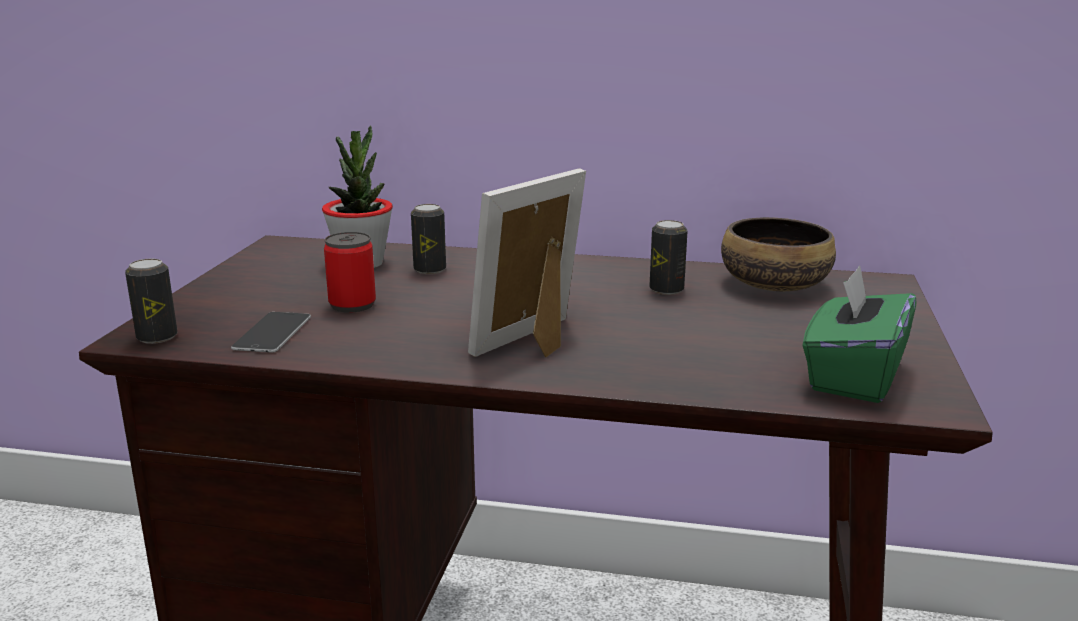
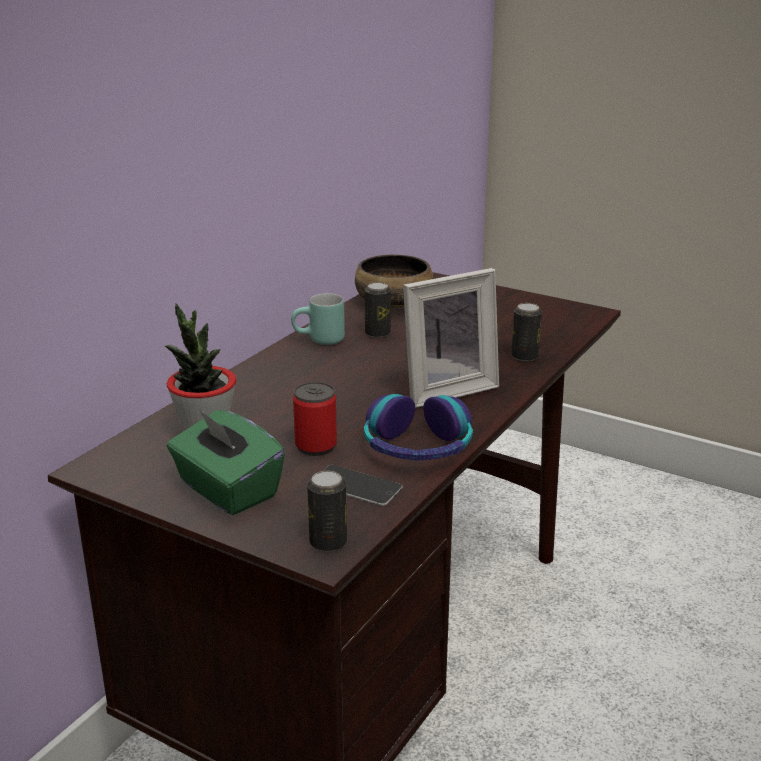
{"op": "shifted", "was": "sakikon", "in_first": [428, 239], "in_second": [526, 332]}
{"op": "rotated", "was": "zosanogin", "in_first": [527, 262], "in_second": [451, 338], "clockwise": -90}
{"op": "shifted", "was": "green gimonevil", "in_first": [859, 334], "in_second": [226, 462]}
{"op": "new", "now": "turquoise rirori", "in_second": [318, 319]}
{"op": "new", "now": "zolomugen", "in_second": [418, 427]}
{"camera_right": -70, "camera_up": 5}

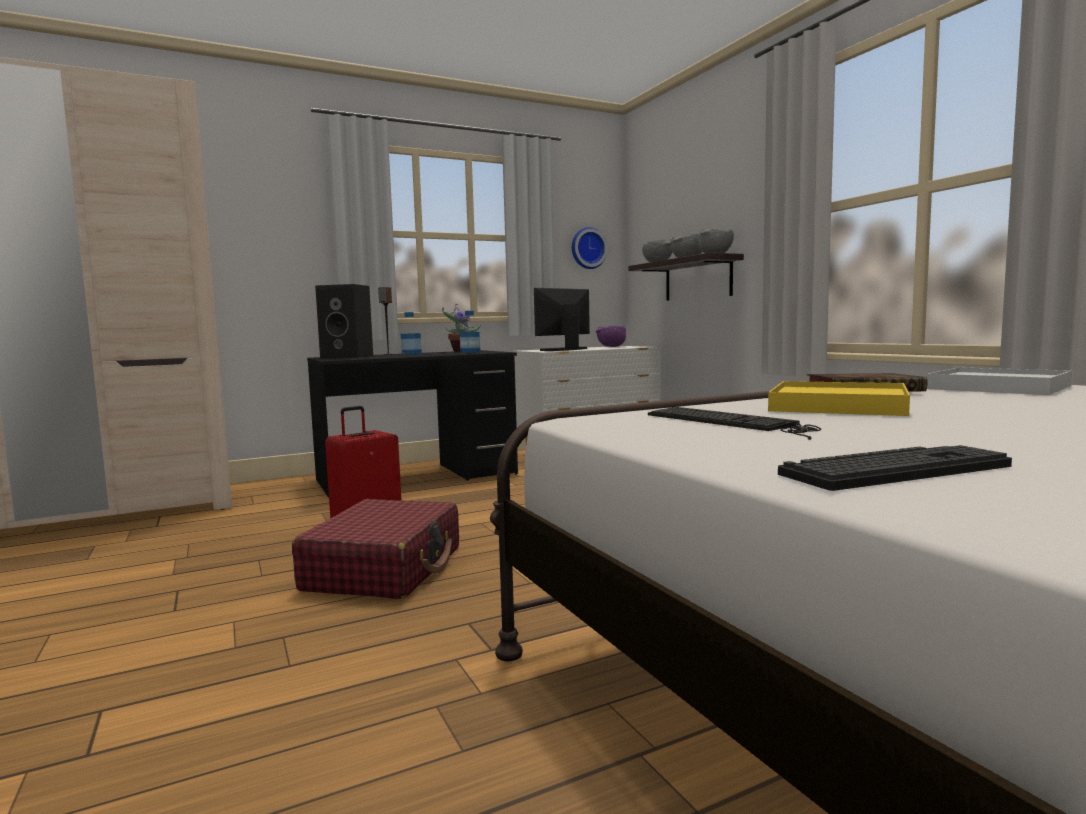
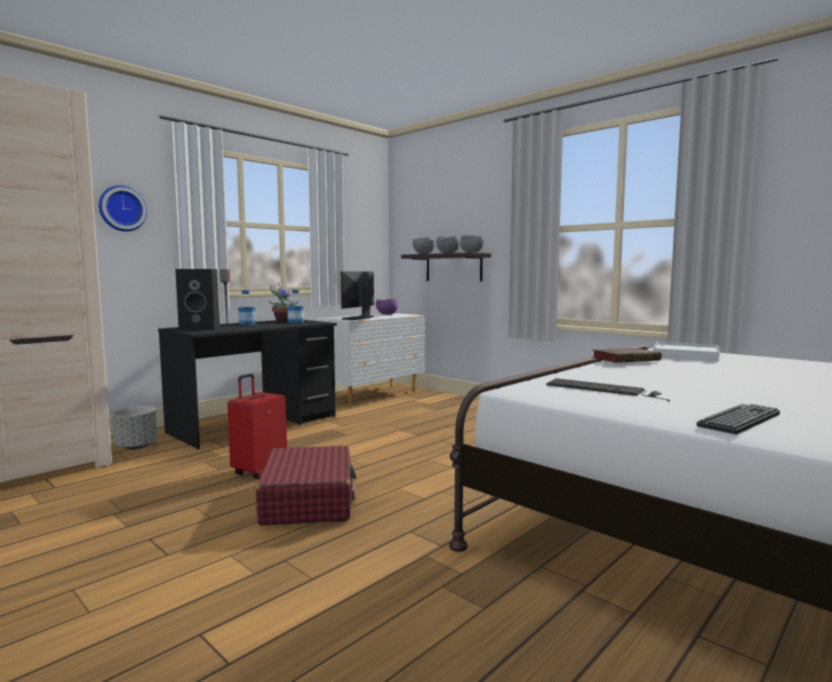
{"op": "shifted", "was": "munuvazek", "in_first": [590, 248], "in_second": [123, 208]}
{"op": "gone", "was": "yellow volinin", "in_first": [839, 398]}
{"op": "new", "now": "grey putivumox", "in_second": [135, 428]}
{"camera_right": -20, "camera_up": 0}

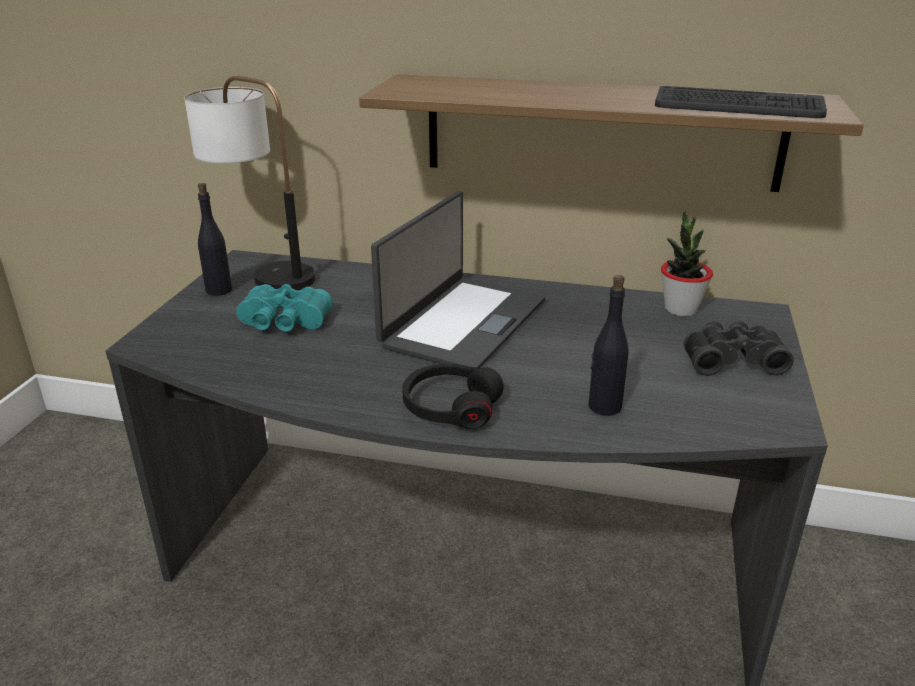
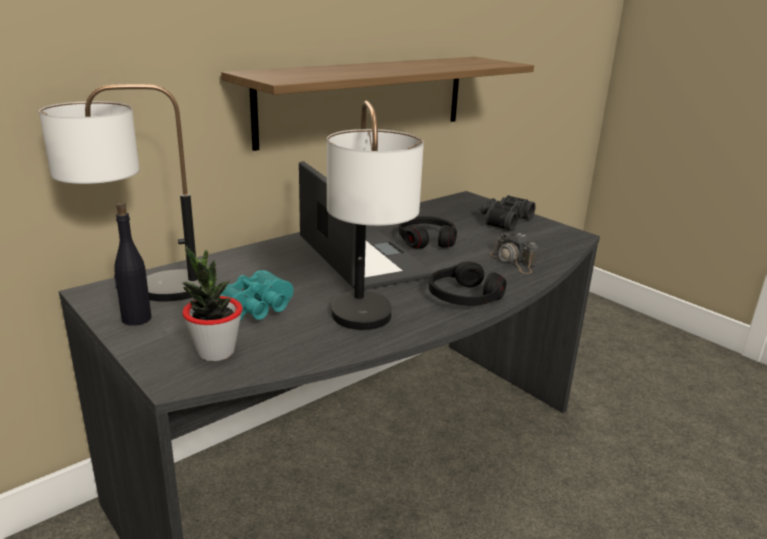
{"op": "swapped", "was": "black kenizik", "now": "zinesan", "in_first": [609, 345], "in_second": [514, 253]}
{"op": "gone", "was": "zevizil", "in_first": [741, 102]}
{"op": "shifted", "was": "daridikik", "in_first": [687, 263], "in_second": [212, 303]}
{"op": "new", "now": "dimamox", "in_second": [375, 215]}
{"op": "new", "now": "black zolomugen", "in_second": [428, 232]}
{"camera_right": -55, "camera_up": -5}

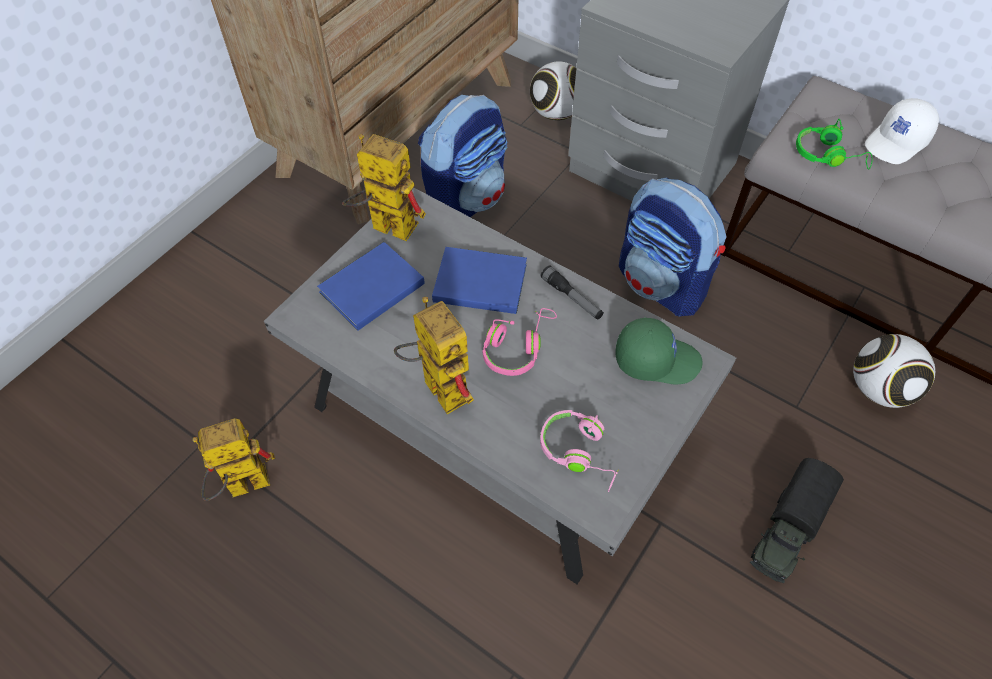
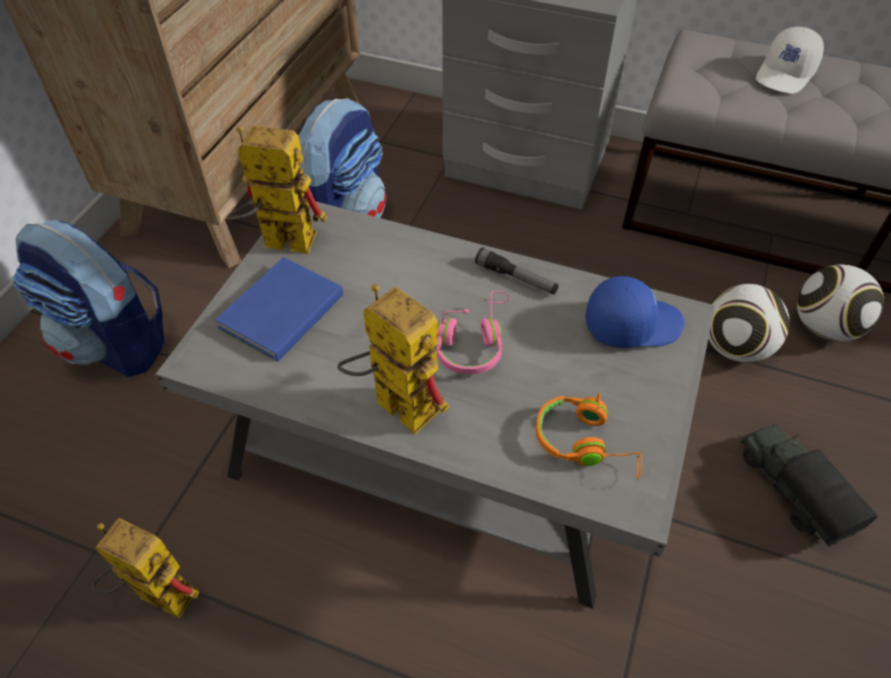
{"op": "rotated", "was": "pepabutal", "in_first": [234, 459], "in_second": [145, 568], "clockwise": 60}
{"op": "gone", "was": "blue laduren", "in_first": [479, 280]}
{"op": "shifted", "was": "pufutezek", "in_first": [553, 91], "in_second": [749, 323]}
{"op": "repainted", "was": "pink zolomugen", "now": "orange zolomugen", "in_first": [579, 451], "in_second": [589, 435]}
{"op": "repainted", "was": "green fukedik", "now": "blue fukedik", "in_first": [658, 351], "in_second": [635, 312]}
{"op": "shifted", "was": "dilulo", "in_first": [672, 247], "in_second": [89, 298]}
{"op": "rotated", "was": "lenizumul", "in_first": [797, 520], "in_second": [809, 485], "clockwise": 135}
{"op": "gone", "was": "green zolomugen", "in_first": [834, 144]}
{"camera_right": -15, "camera_up": -5}

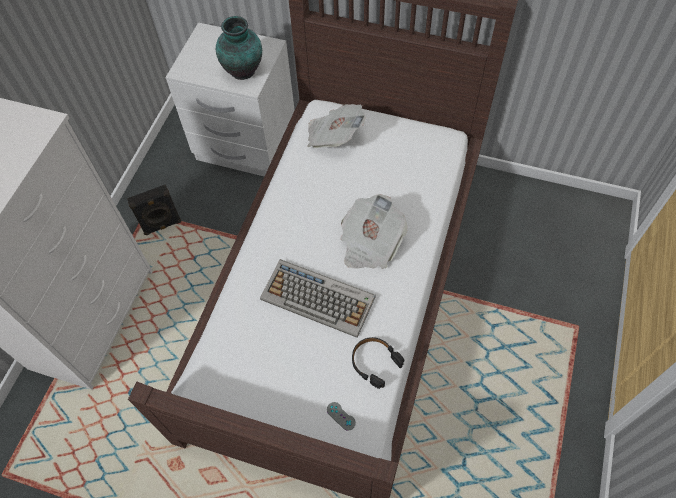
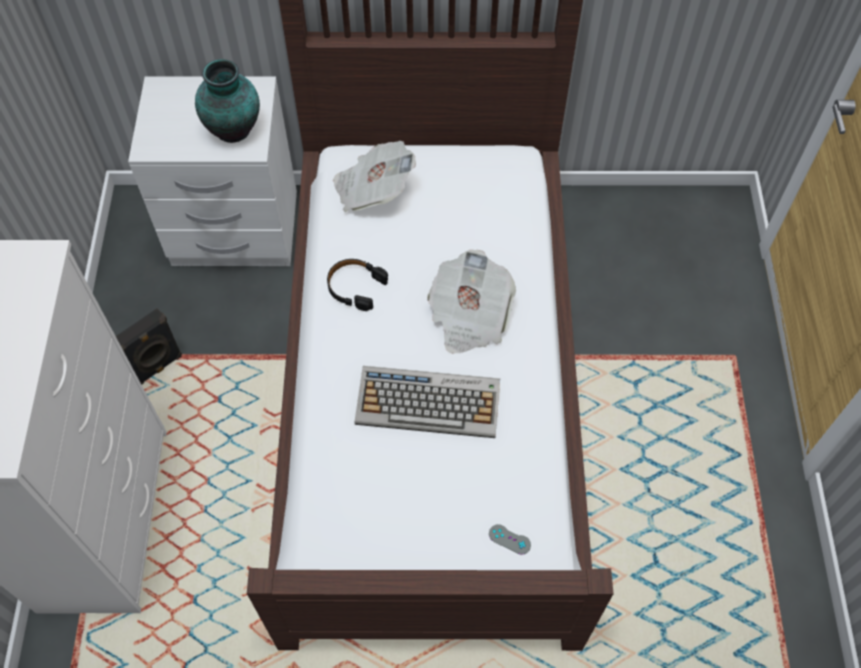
{"op": "shifted", "was": "black zolomugen", "in_first": [378, 363], "in_second": [357, 285]}
{"camera_right": -20, "camera_up": 0}

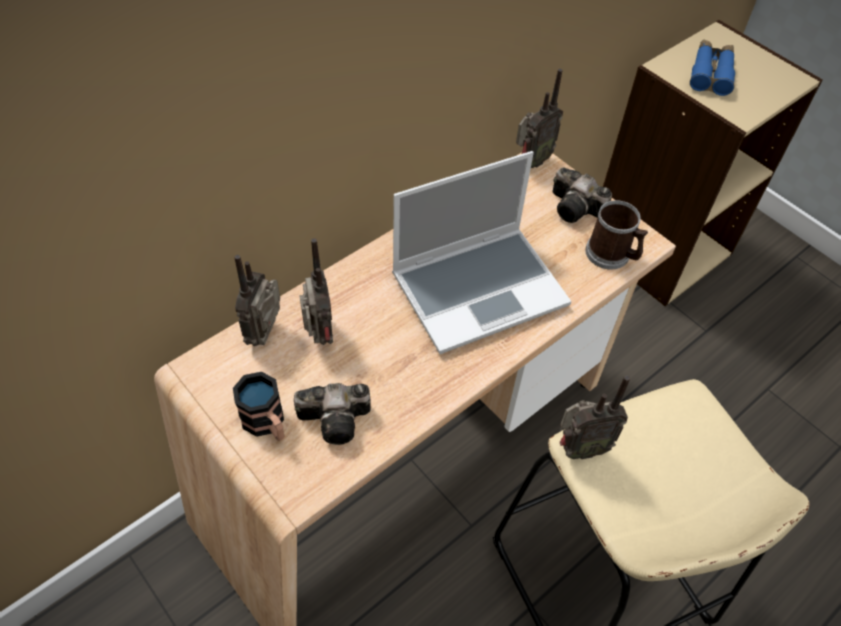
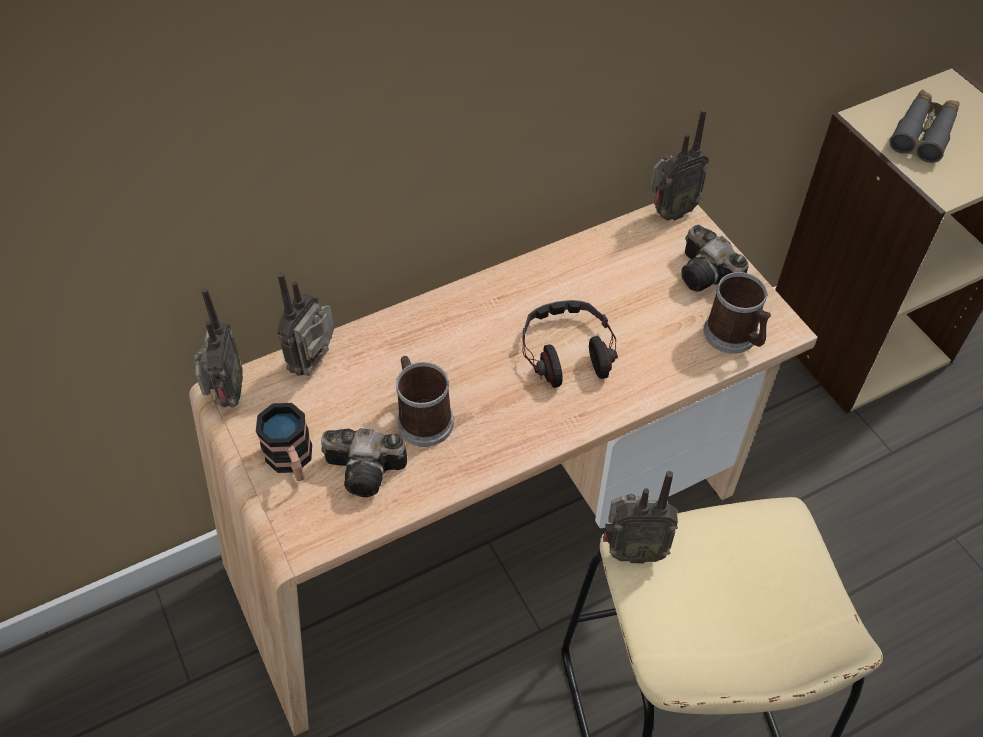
{"op": "shifted", "was": "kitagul", "in_first": [316, 291], "in_second": [218, 348]}
{"op": "swapped", "was": "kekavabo", "now": "zolomugen", "in_first": [482, 252], "in_second": [570, 344]}
{"op": "repainted", "was": "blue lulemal", "now": "grey lulemal", "in_first": [712, 67], "in_second": [924, 126]}
{"op": "new", "now": "rirori", "in_second": [425, 401]}
{"camera_right": 15, "camera_up": 0}

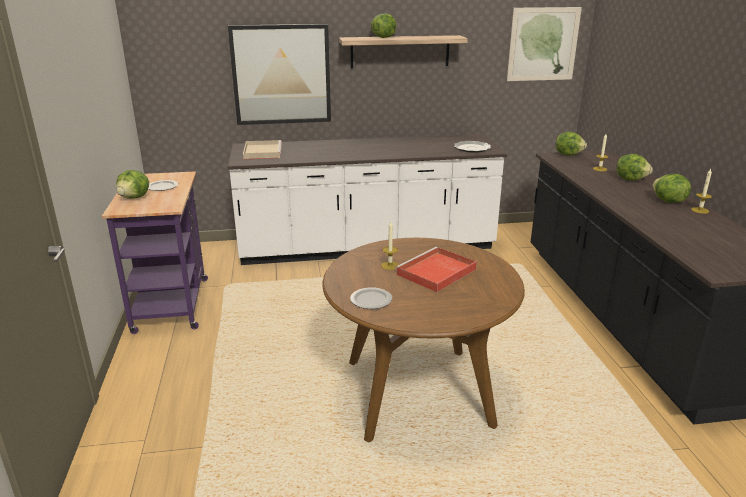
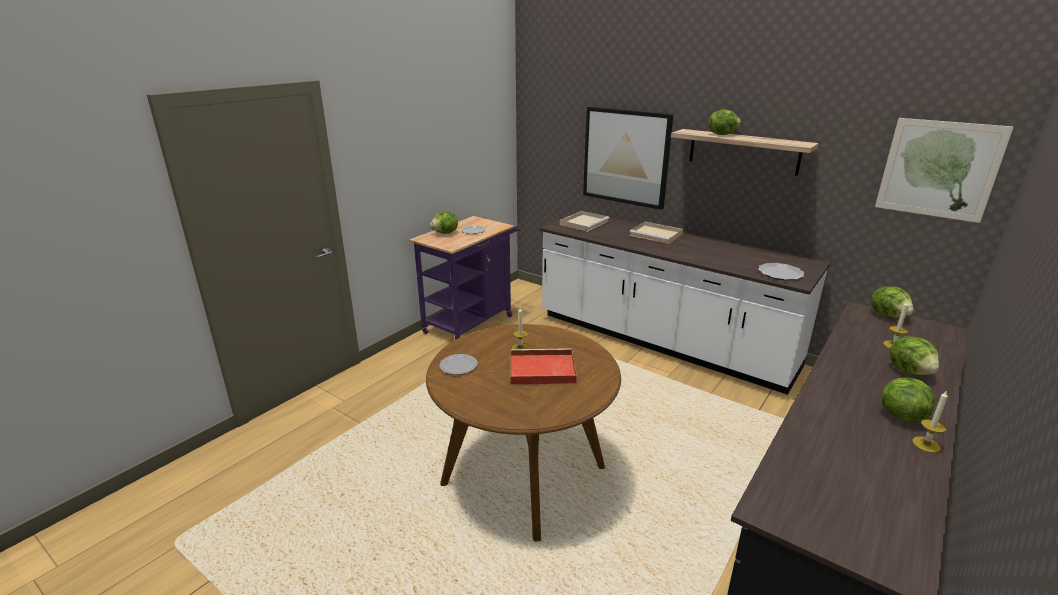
{"op": "new", "now": "beige volinin", "in_second": [656, 233]}
{"camera_right": 45, "camera_up": 0}

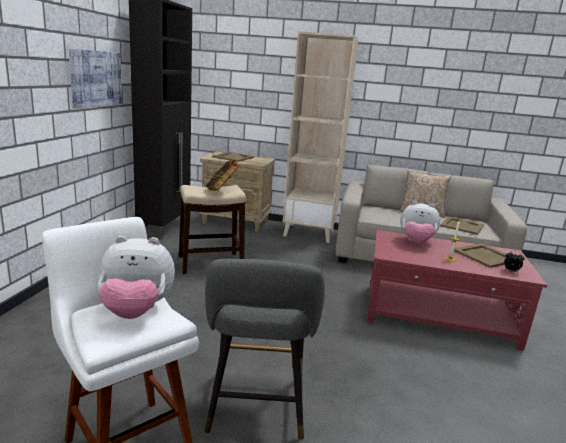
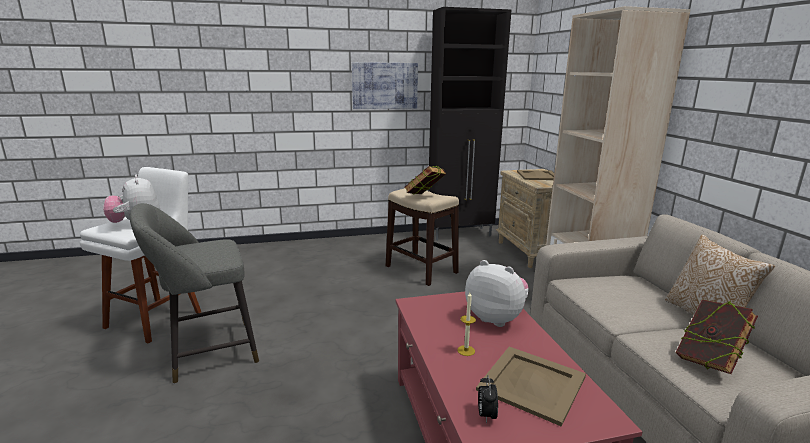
{"op": "rotated", "was": "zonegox", "in_first": [420, 222], "in_second": [497, 293], "clockwise": 135}
{"op": "swapped", "was": "beige volinin", "now": "laduren", "in_first": [462, 225], "in_second": [717, 337]}
{"camera_right": 65, "camera_up": 0}

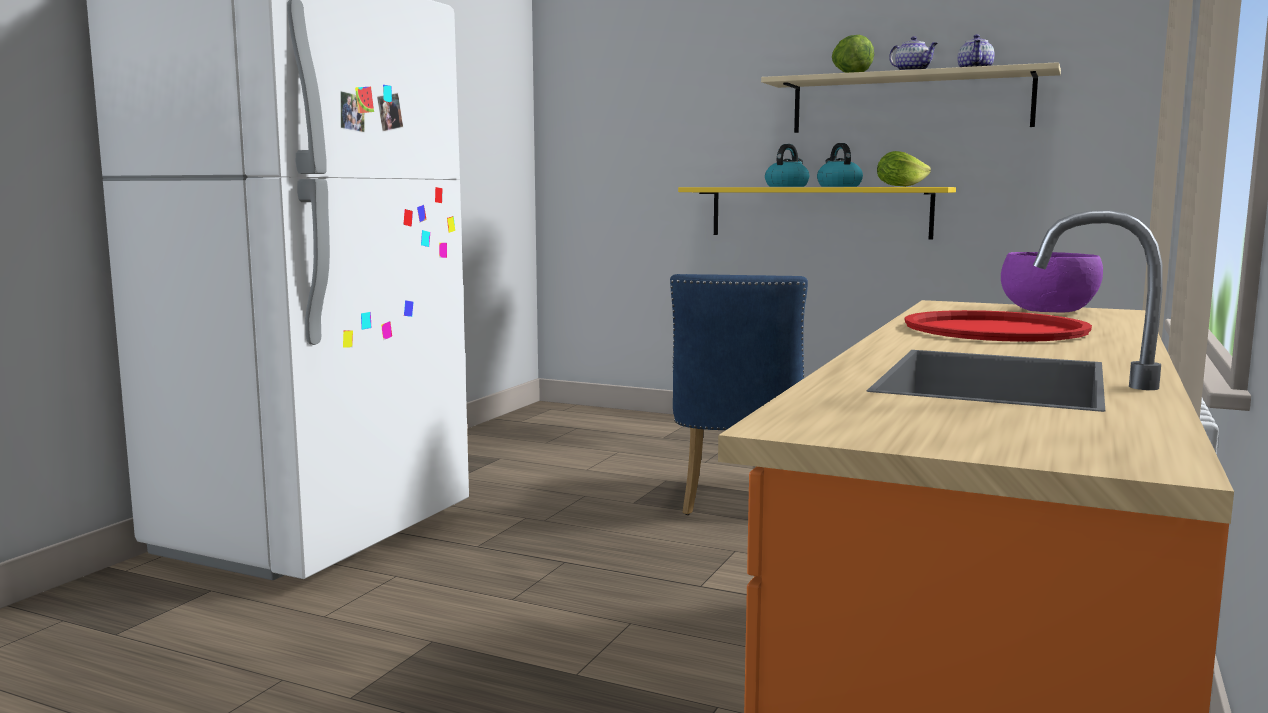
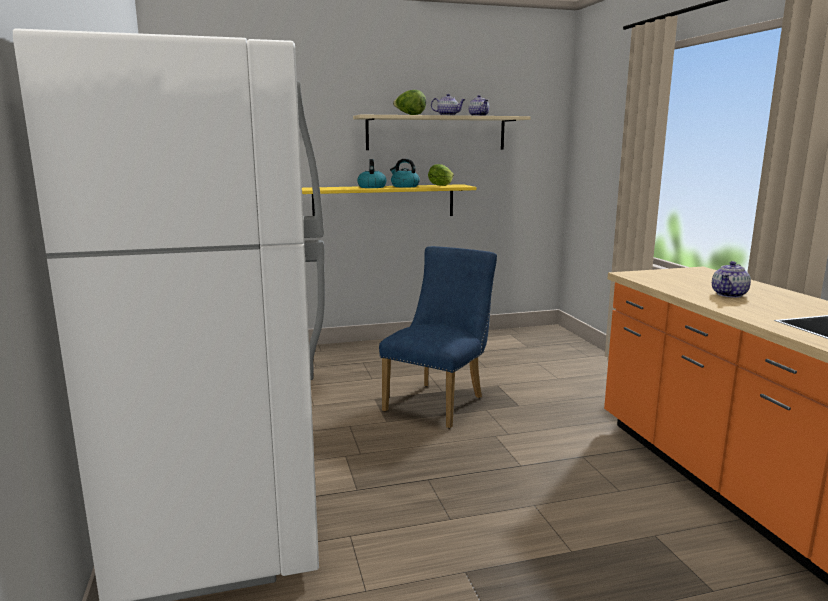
{"op": "rotated", "was": "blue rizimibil", "in_first": [739, 394], "in_second": [438, 337], "clockwise": -120}
{"op": "swapped", "was": "red volinin", "now": "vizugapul", "in_first": [998, 326], "in_second": [731, 279]}
{"op": "gone", "was": "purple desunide", "in_first": [1052, 282]}
{"camera_right": -40, "camera_up": 5}

